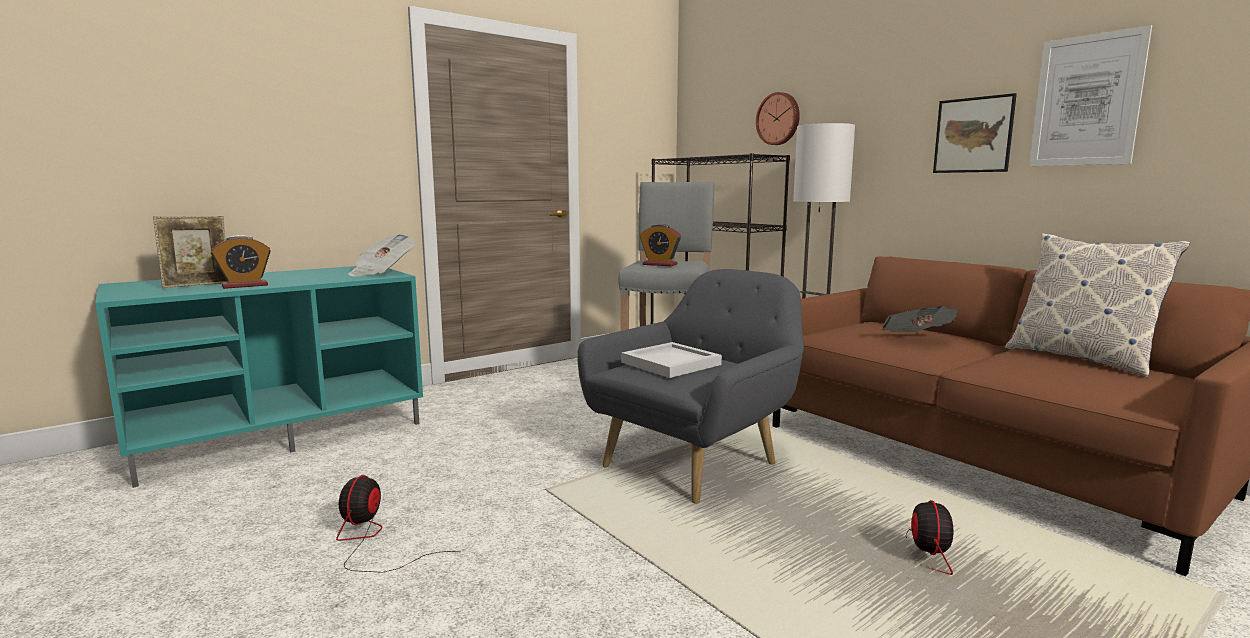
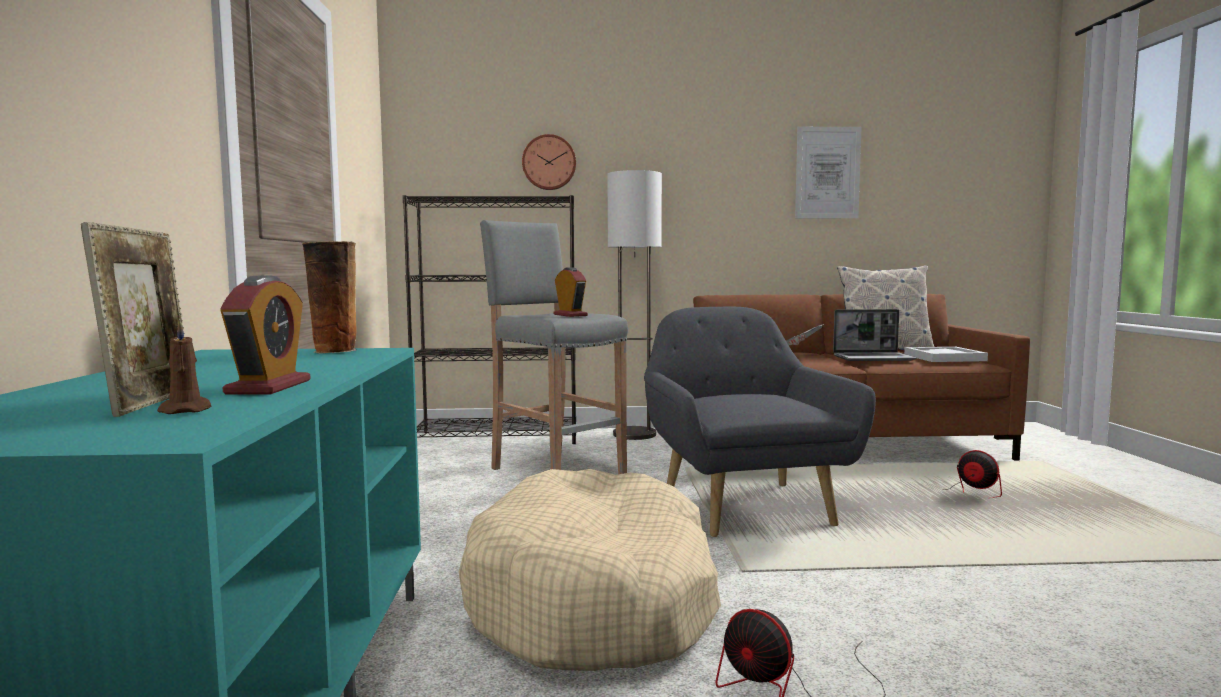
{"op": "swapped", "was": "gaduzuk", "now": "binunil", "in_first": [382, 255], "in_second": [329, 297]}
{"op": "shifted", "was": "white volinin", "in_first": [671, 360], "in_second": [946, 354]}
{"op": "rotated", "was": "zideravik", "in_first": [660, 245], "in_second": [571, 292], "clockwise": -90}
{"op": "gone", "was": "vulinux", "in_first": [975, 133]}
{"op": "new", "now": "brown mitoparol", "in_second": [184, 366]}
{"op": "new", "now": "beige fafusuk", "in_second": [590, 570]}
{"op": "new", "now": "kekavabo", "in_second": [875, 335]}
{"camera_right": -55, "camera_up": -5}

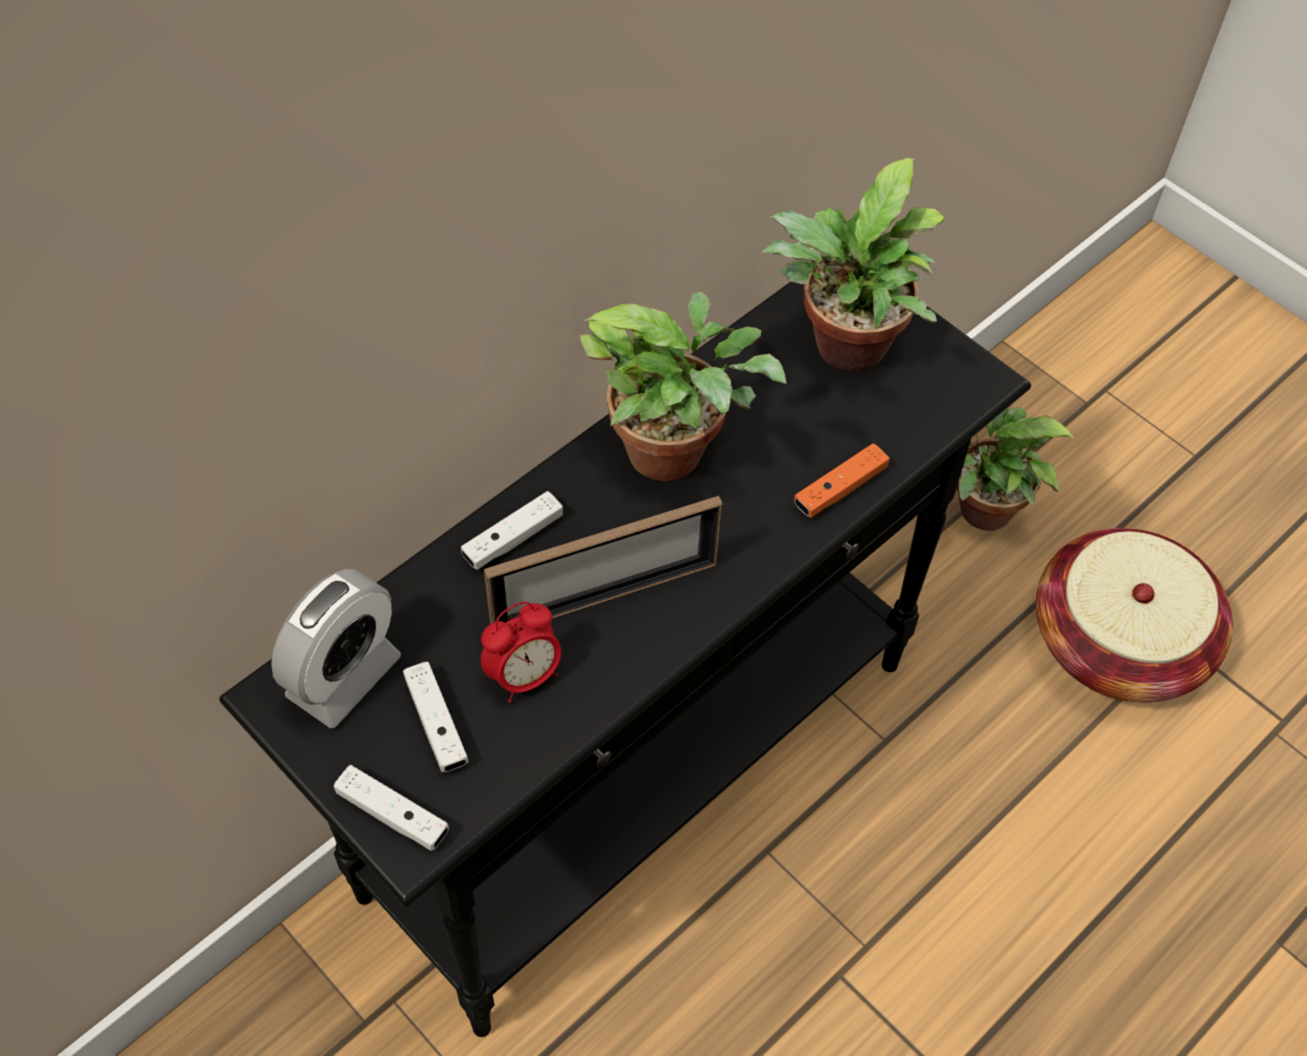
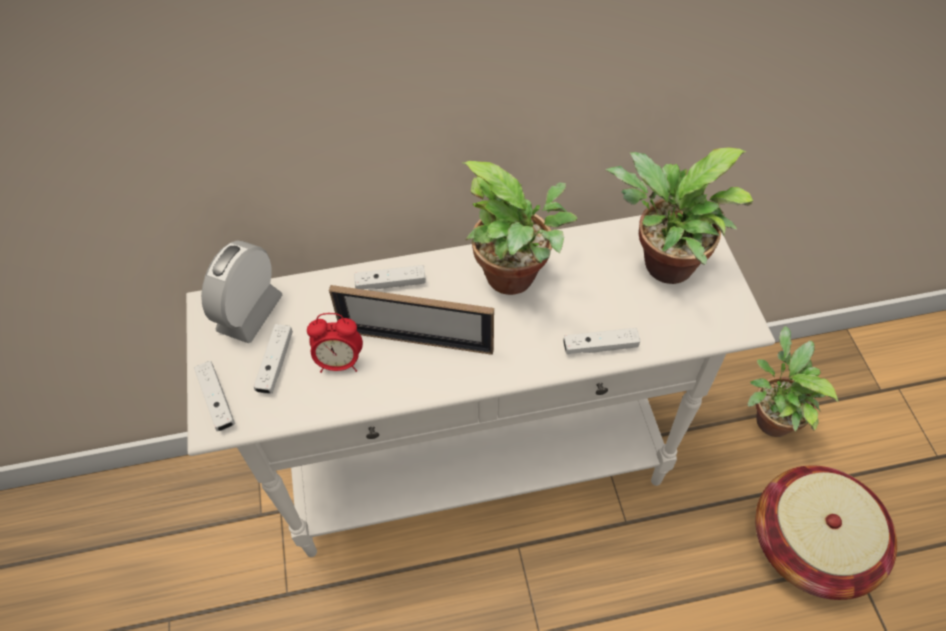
{"op": "repainted", "was": "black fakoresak", "now": "white fakoresak", "in_first": [625, 659], "in_second": [480, 386]}
{"op": "rotated", "was": "zideravik", "in_first": [336, 648], "in_second": [241, 292], "clockwise": 135}
{"op": "repainted", "was": "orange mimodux", "now": "white mimodux", "in_first": [841, 480], "in_second": [601, 341]}
{"camera_right": 35, "camera_up": 0}

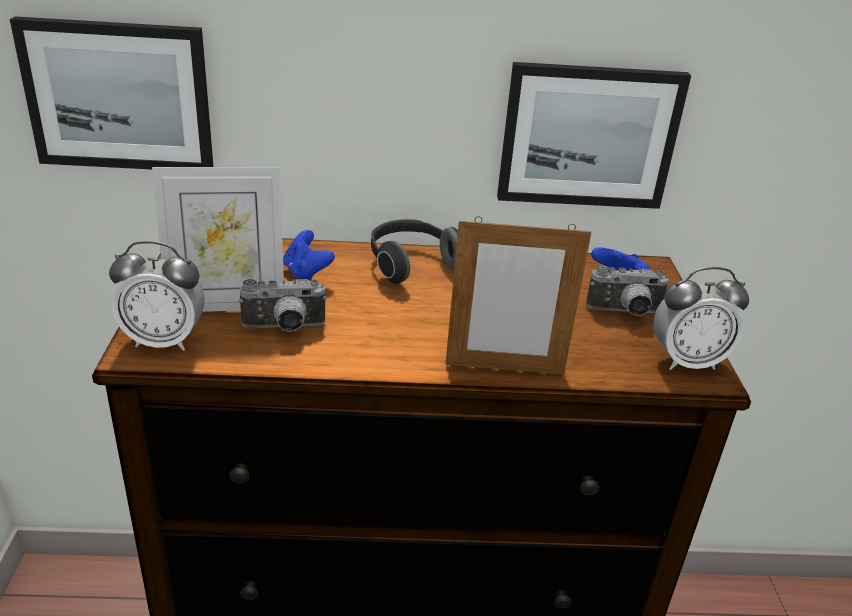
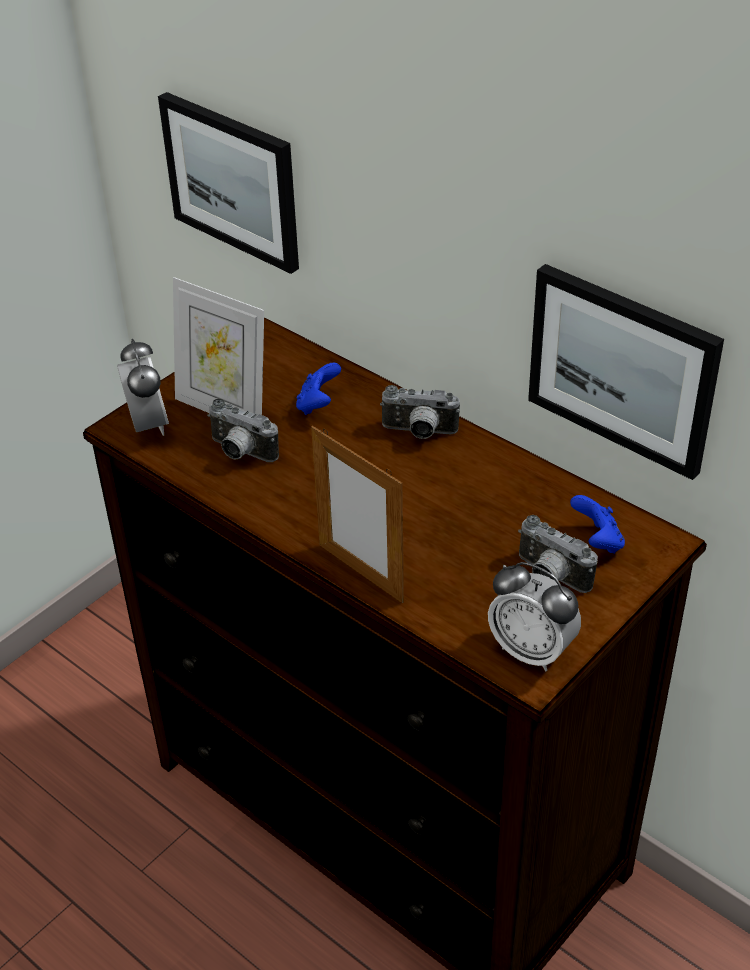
{"op": "rotated", "was": "zideravik", "in_first": [157, 296], "in_second": [143, 387], "clockwise": -150}
{"op": "swapped", "was": "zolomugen", "now": "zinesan", "in_first": [414, 251], "in_second": [420, 412]}
{"camera_right": 45, "camera_up": 10}

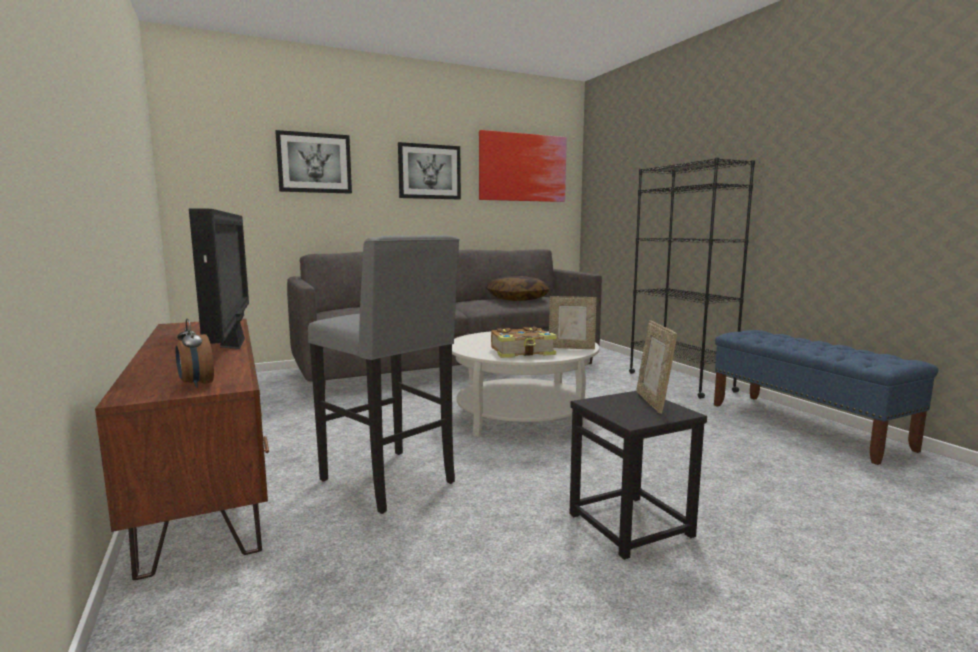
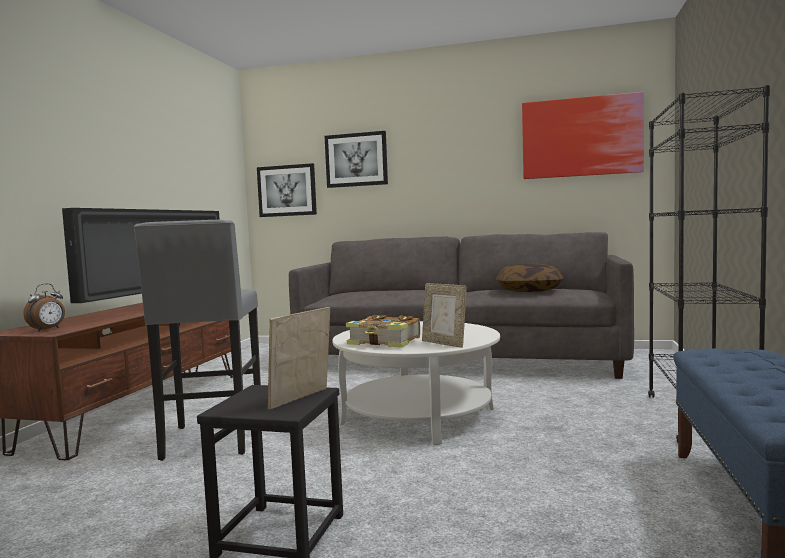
{"op": "rotated", "was": "zideravik", "in_first": [194, 353], "in_second": [44, 307], "clockwise": -150}
{"op": "shifted", "was": "vulinux", "in_first": [429, 171], "in_second": [287, 190]}
{"camera_right": 40, "camera_up": -5}

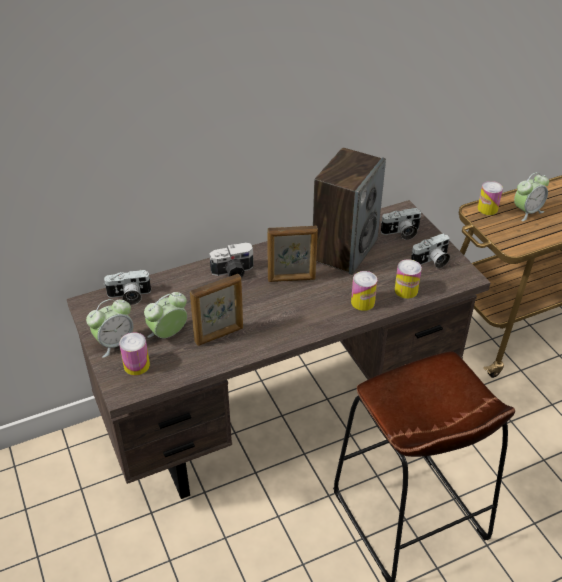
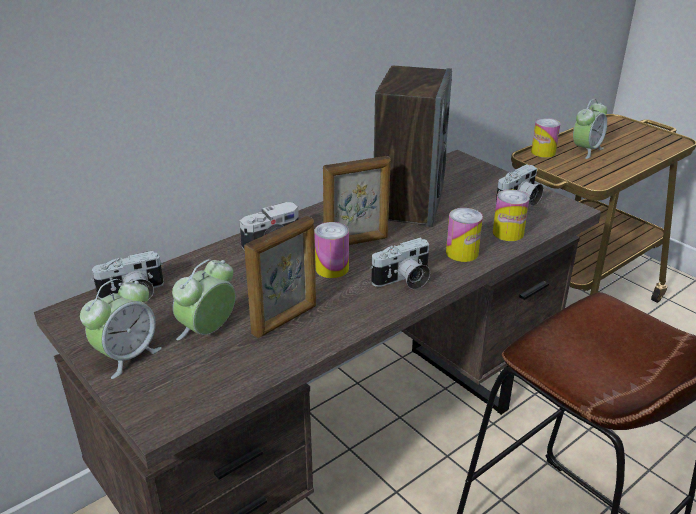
{"op": "shifted", "was": "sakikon", "in_first": [134, 354], "in_second": [332, 250]}
{"op": "shifted", "was": "zinesan", "in_first": [401, 224], "in_second": [400, 263]}
{"camera_right": -15, "camera_up": -10}

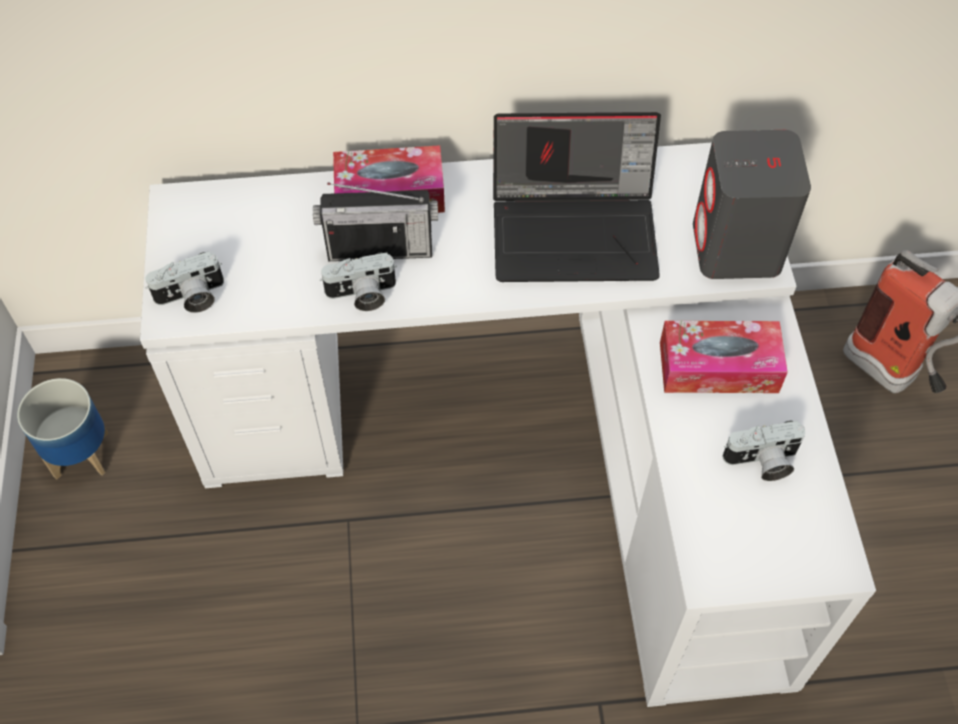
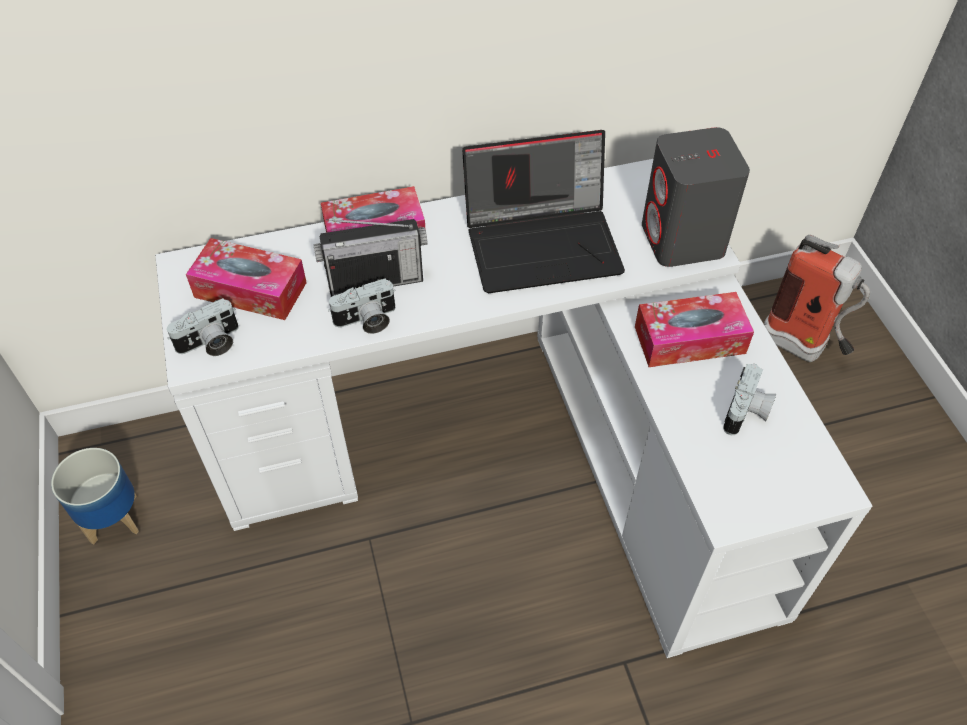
{"op": "rotated", "was": "zinesan", "in_first": [763, 451], "in_second": [749, 399], "clockwise": -45}
{"op": "new", "now": "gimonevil", "in_second": [246, 279]}
{"camera_right": -10, "camera_up": -5}

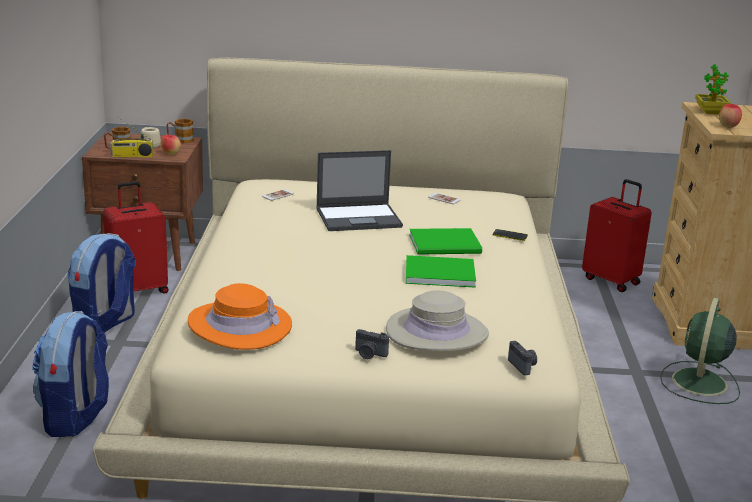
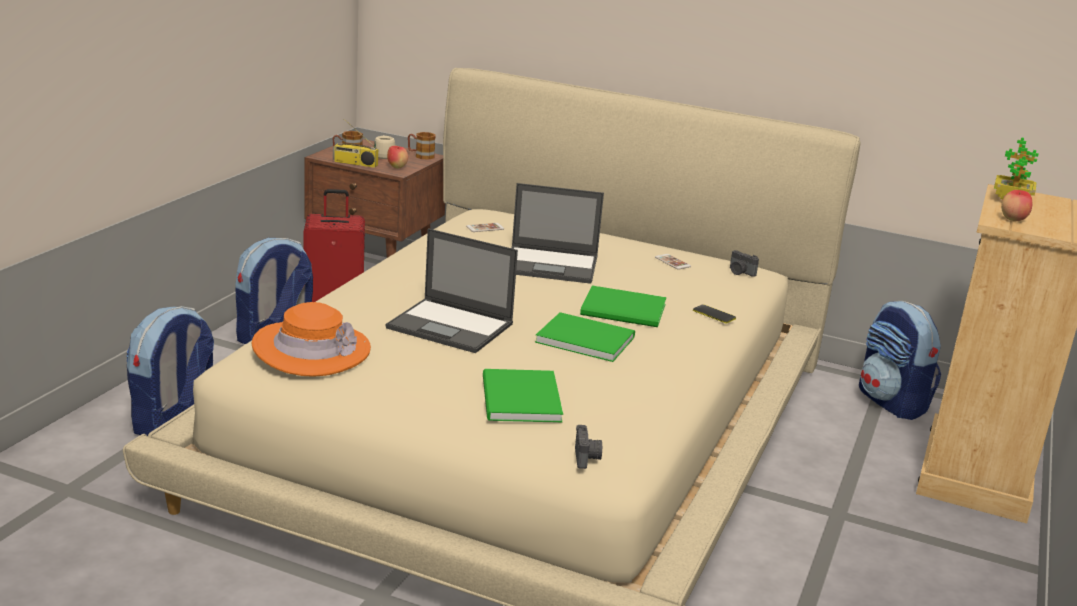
{"op": "shifted", "was": "zinesan", "in_first": [372, 344], "in_second": [744, 263]}
{"op": "swapped", "was": "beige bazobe", "now": "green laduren", "in_first": [437, 321], "in_second": [523, 396]}
{"op": "swapped", "was": "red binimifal", "now": "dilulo", "in_first": [617, 235], "in_second": [900, 360]}
{"op": "gone", "was": "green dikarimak", "in_first": [700, 351]}
{"op": "new", "now": "kekavabo", "in_second": [452, 290]}
{"camera_right": 20, "camera_up": 0}

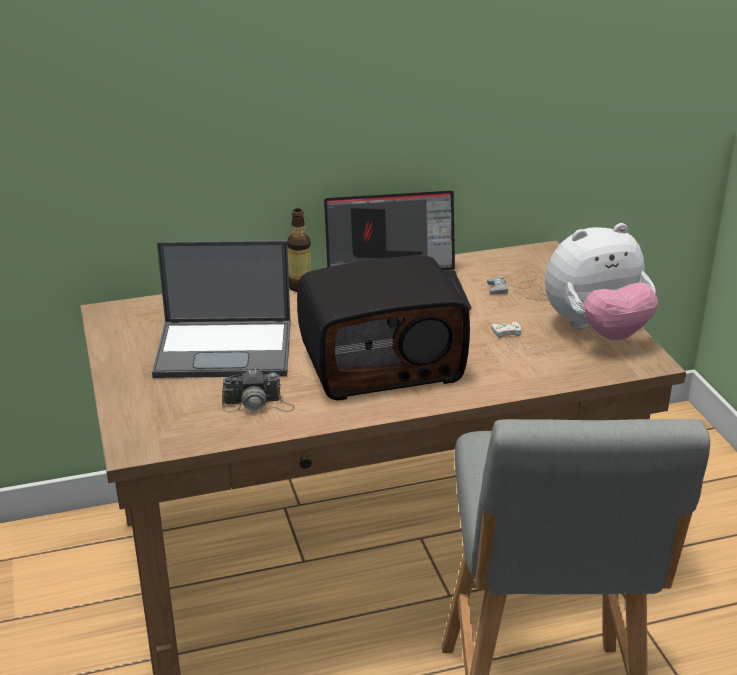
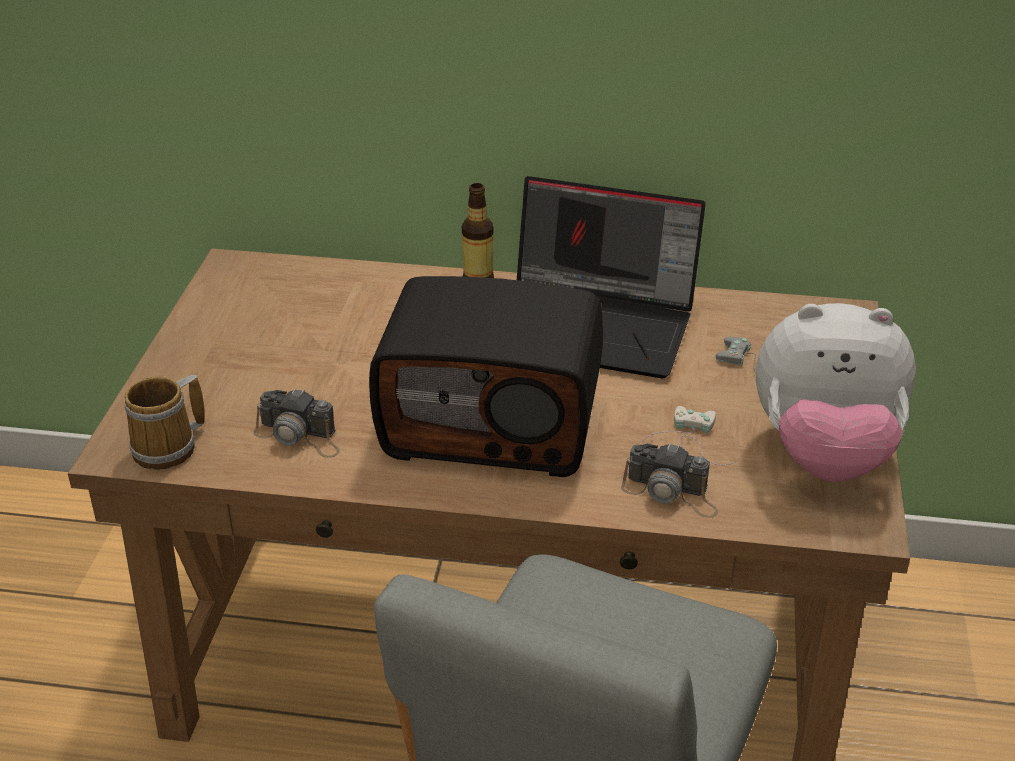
{"op": "gone", "was": "kekavabo", "in_first": [221, 309]}
{"op": "new", "now": "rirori", "in_second": [164, 422]}
{"op": "new", "now": "zinesan", "in_second": [669, 480]}
{"camera_right": 25, "camera_up": 5}

